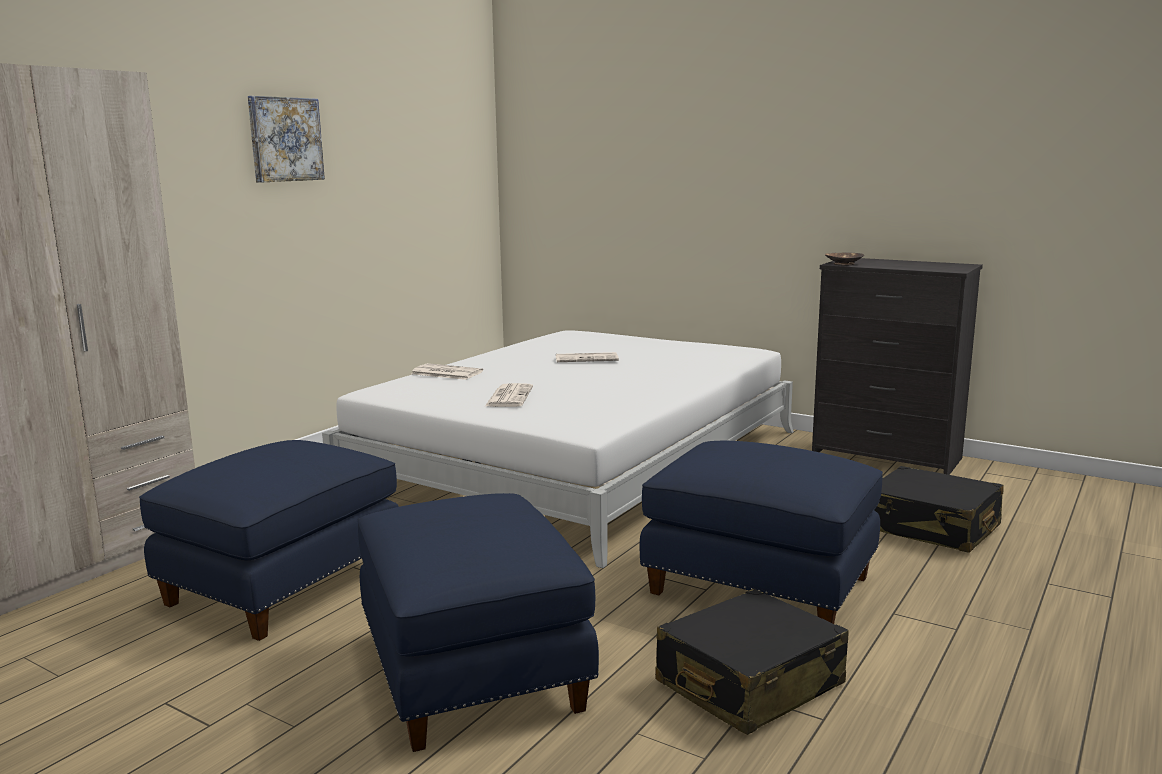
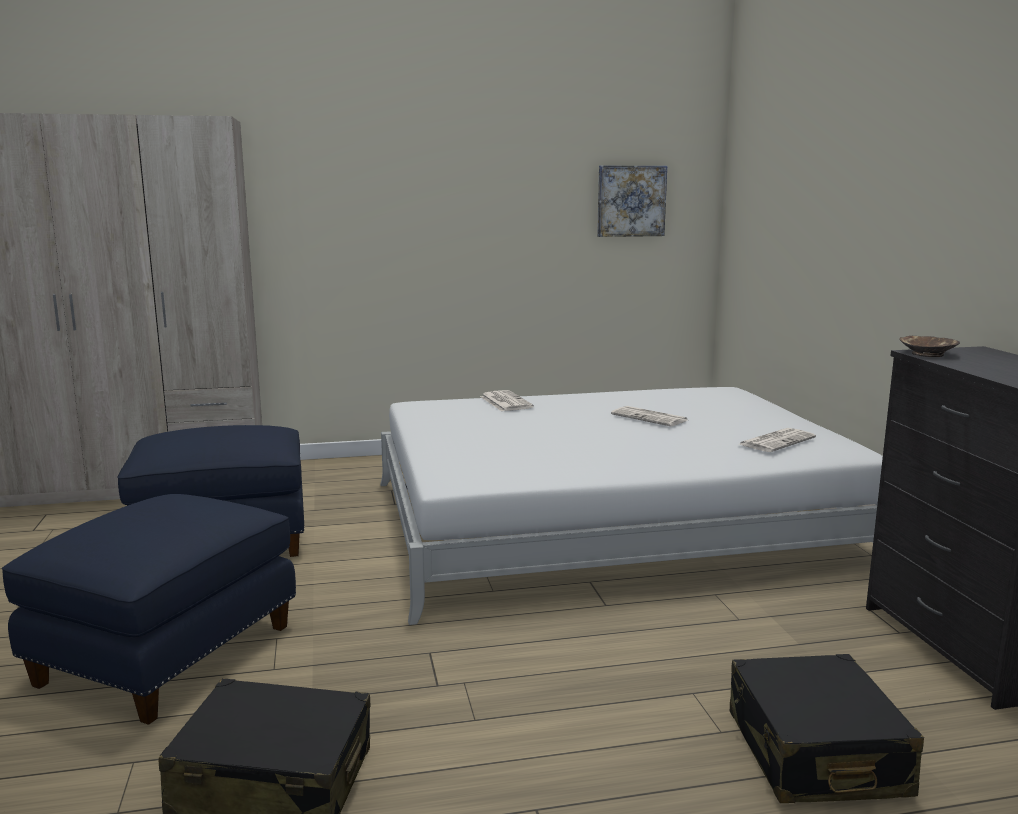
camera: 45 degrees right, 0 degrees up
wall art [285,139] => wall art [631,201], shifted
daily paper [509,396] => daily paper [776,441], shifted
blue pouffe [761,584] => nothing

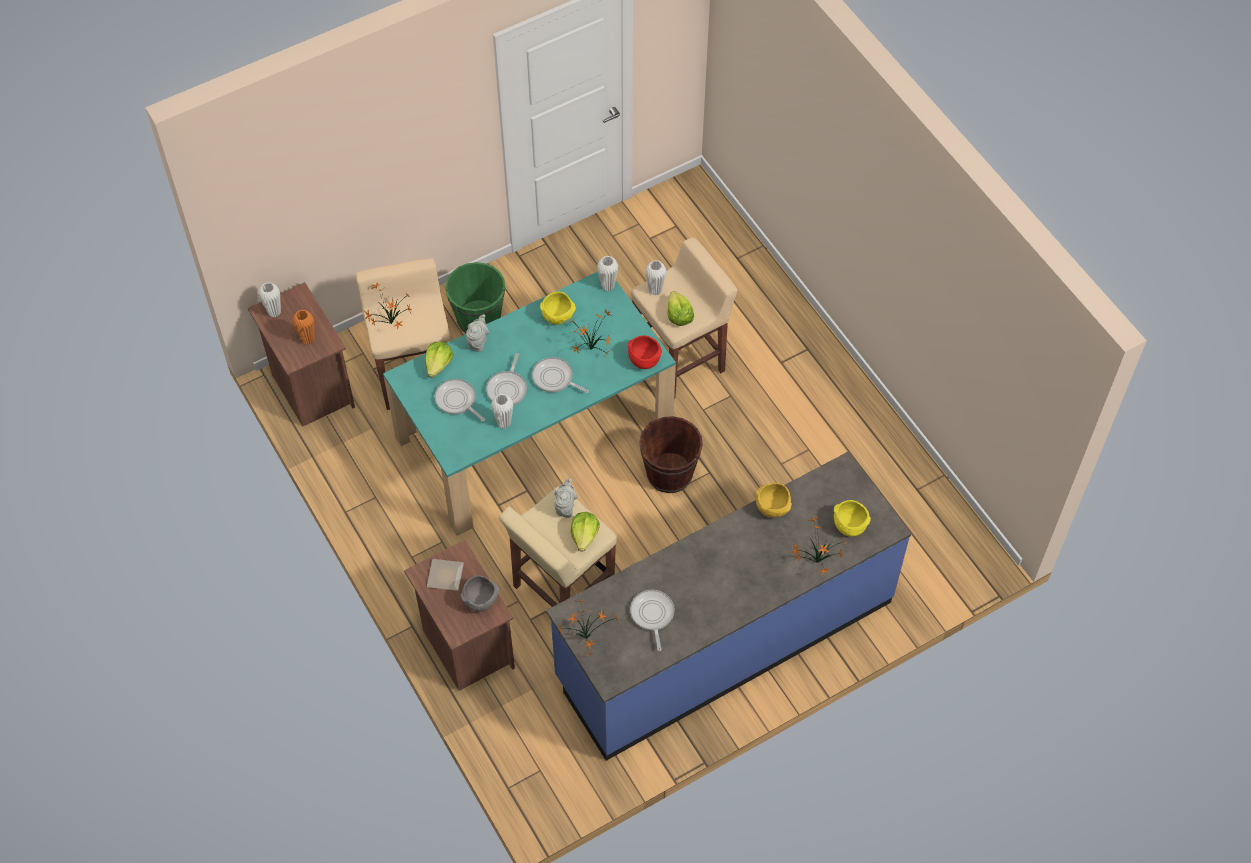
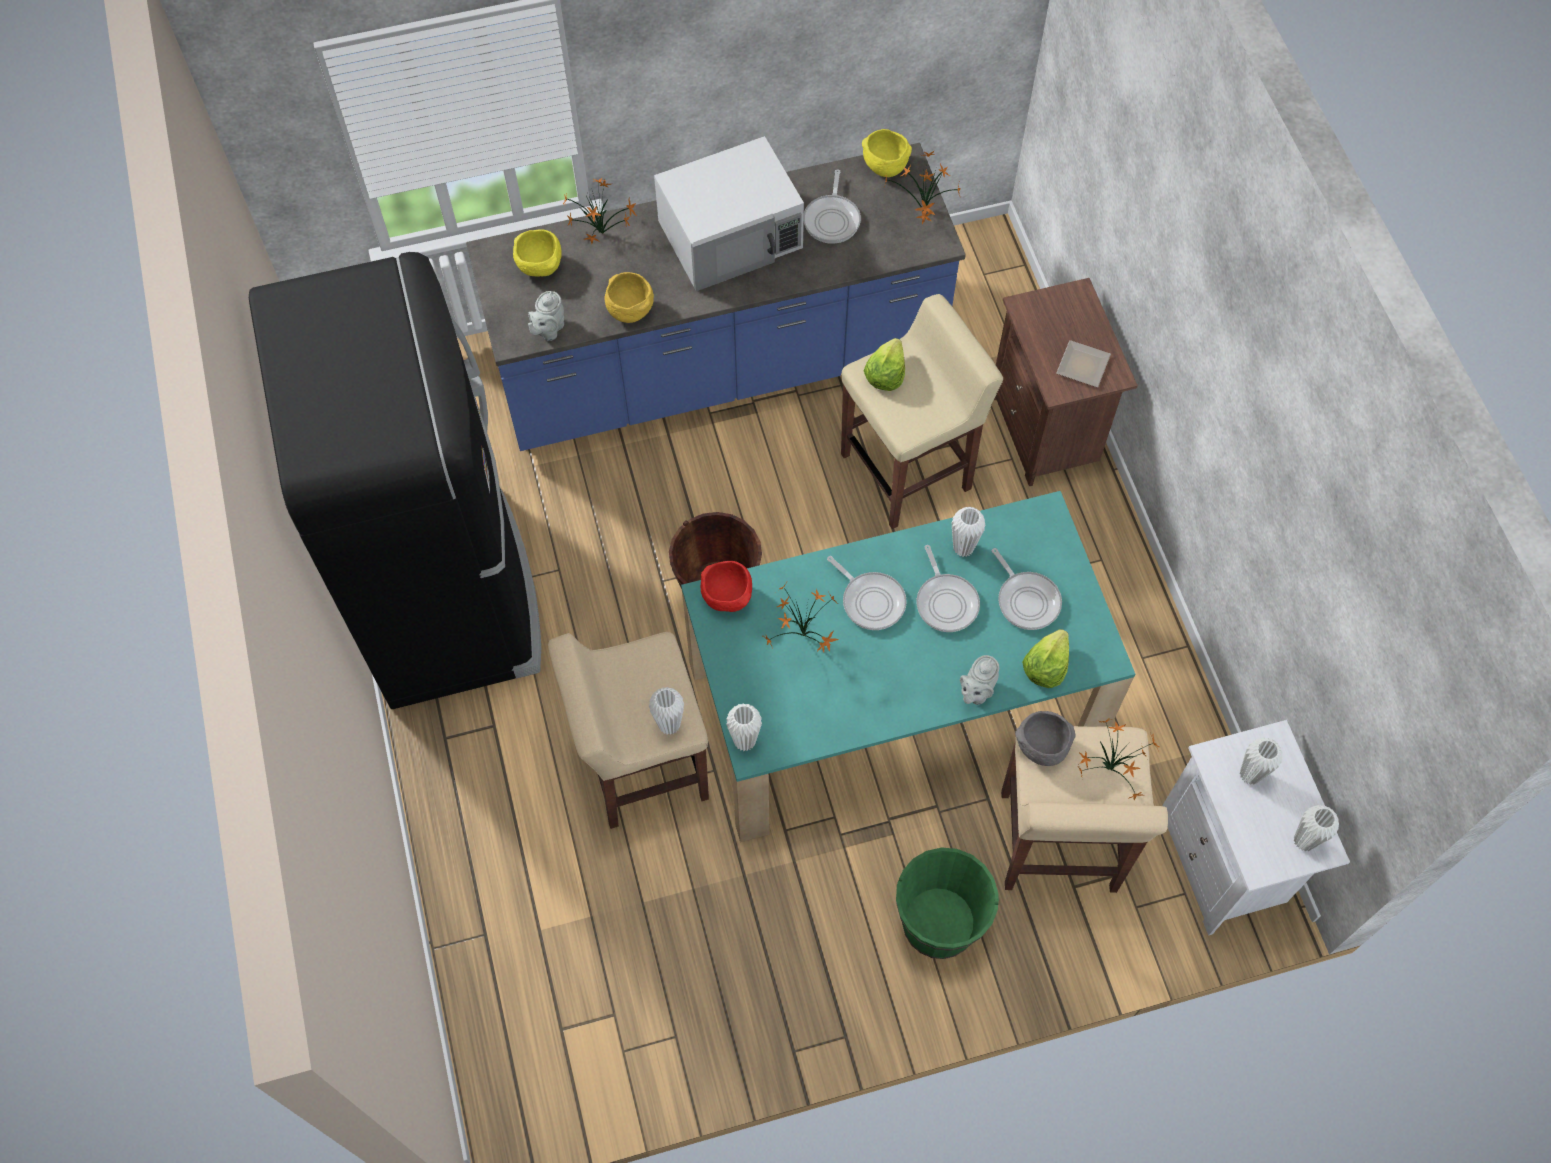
camera: 165 degrees left, 5 degrees up
brownish nightstand [311,389] => white-coloured nightstand [1225,861]
orange-coloured decorative vase [307,339] => white-coloured decorative vase [1250,774]
greyish serving bowl [481,600] => greyish serving bowl [1040,748], shifted
pan [507,388] => pan [946,601], 135 degrees clockwise
yellow-coloured serving bowl [558,316] => yellow-coloured serving bowl [884,167], shifted
greyish pot for tea [565,507] => greyish pot for tea [548,330], shifted
lettuce head [678,316] => nothing
nothing => black-coloured fridge [449,591]
nothing => white-coloured kitchen microwave [732,235]

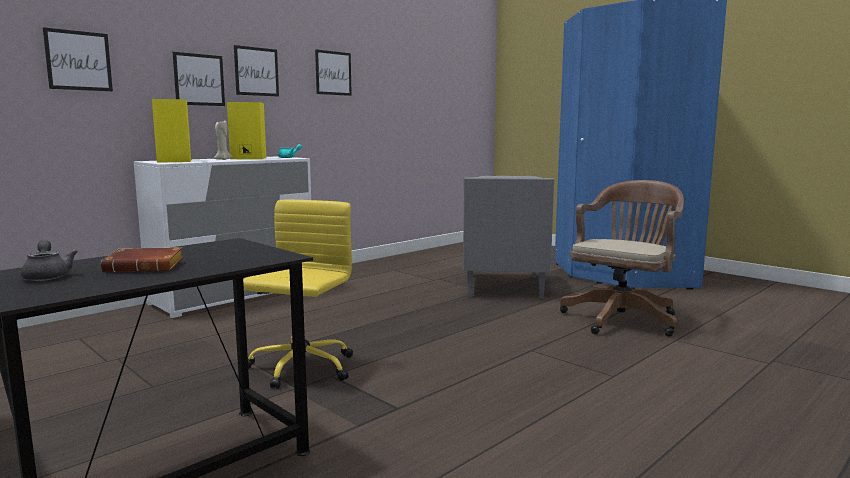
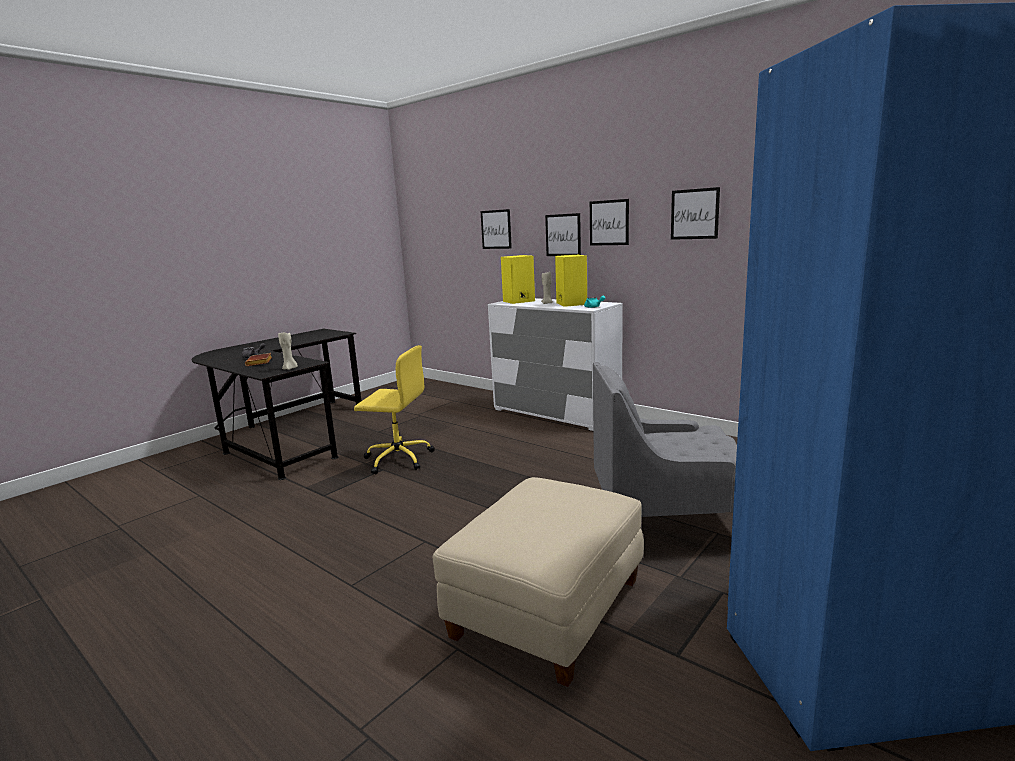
camera: 85 degrees right, 5 degrees up
brownish desk chair [622,318] => sand-coloured pouffe [548,610]
nothing => sand-coloured wax candle [290,368]

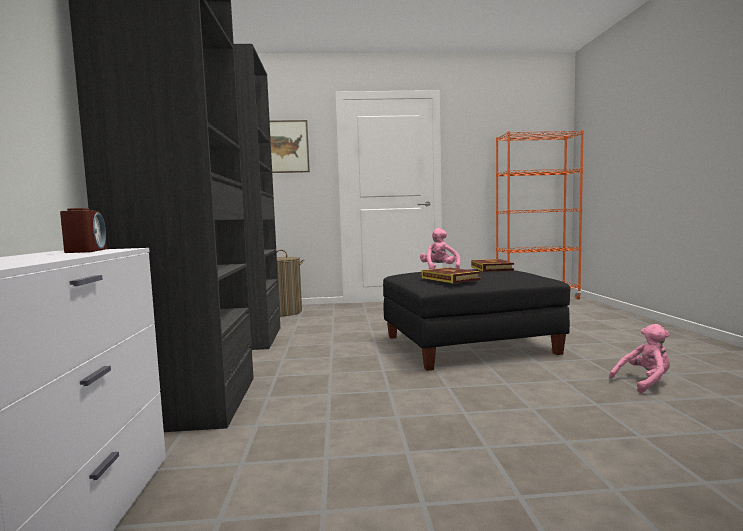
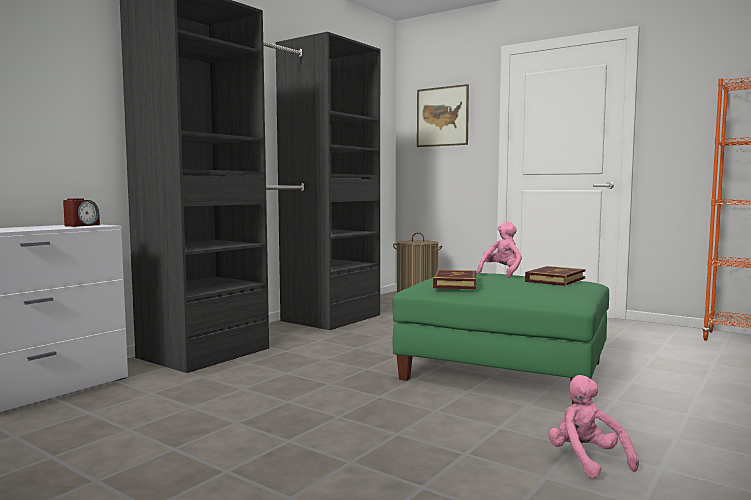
camera: 40 degrees right, 0 degrees up
black-coloured pouffe [468,345] => green pouffe [504,370]
pink plush toy [644,382] => pink plush toy [586,460], 135 degrees counterclockwise

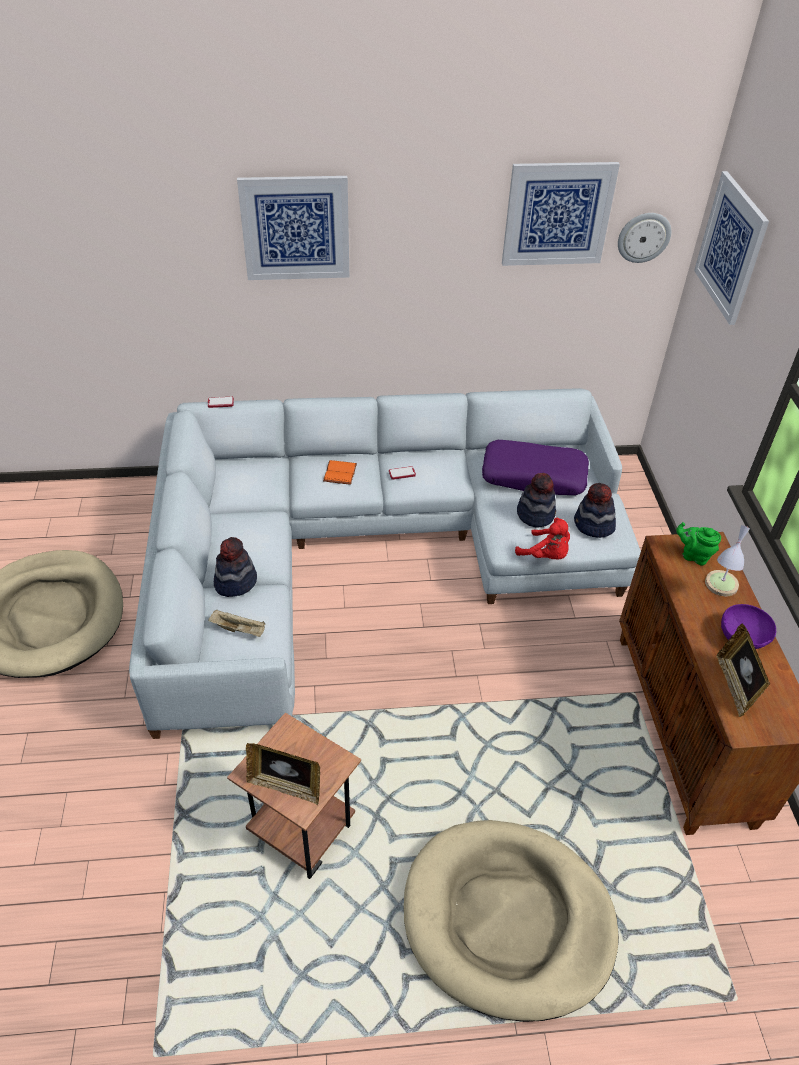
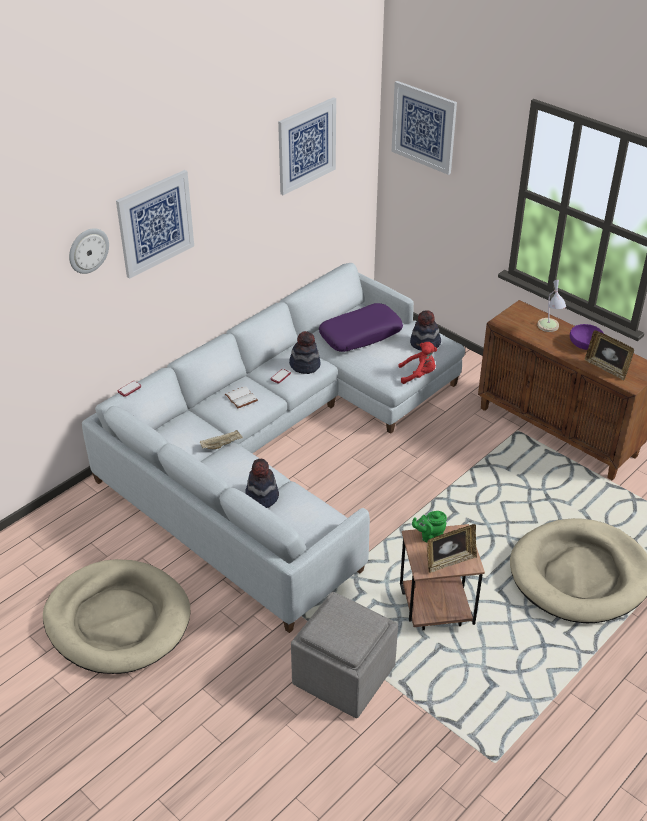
camera: 40 degrees left, 5 degrees down
sand-coloured carrying tray [239,629] => sand-coloured carrying tray [222,445], shifted
orange-coloured book [339,472] => white-coloured book [240,398]
hat [535,514] => hat [305,365], shifted
clock on the wall [643,237] => clock on the wall [88,250], shifted
green pot for tea [693,555] => green pot for tea [429,536], shifted
nothing => greyish pouffe [343,675]

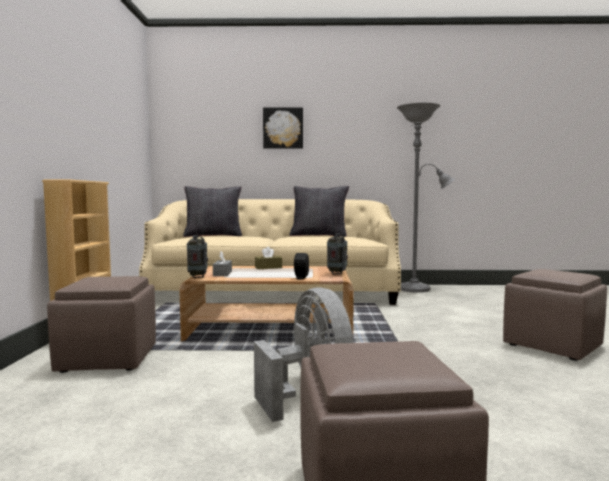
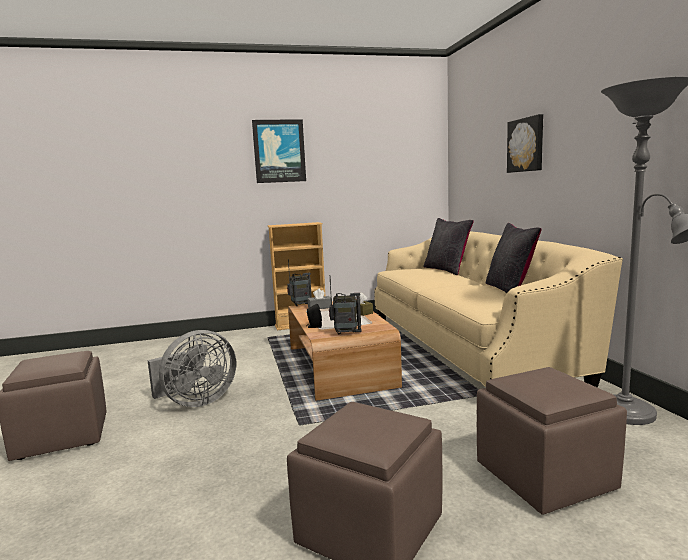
camera: 75 degrees right, 5 degrees up
brownish pouffe [109,358] => brownish pouffe [546,477], shifted
nothing => wall art [279,151]

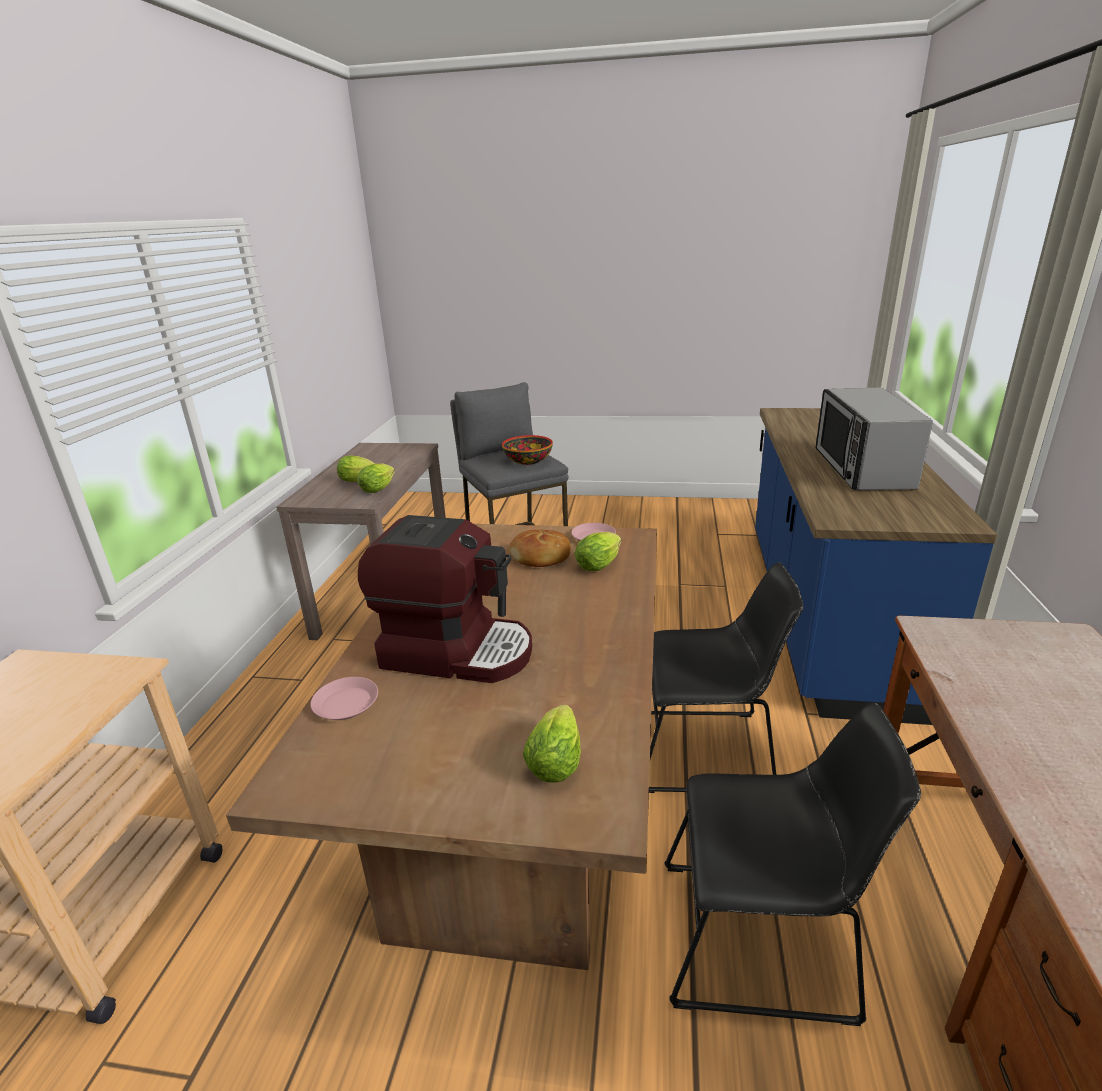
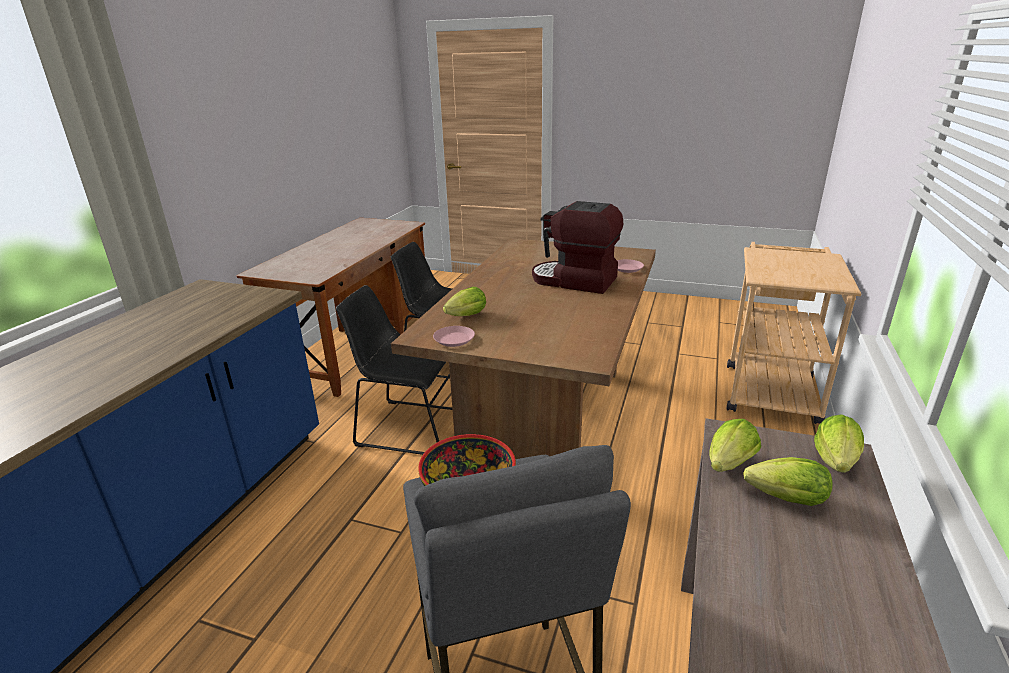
camera: 170 degrees left, 0 degrees up
baked bread [541,557] => nothing
lettuce head [556,759] => lettuce head [835,464], shifted
kitchen microwave [861,469] => nothing

